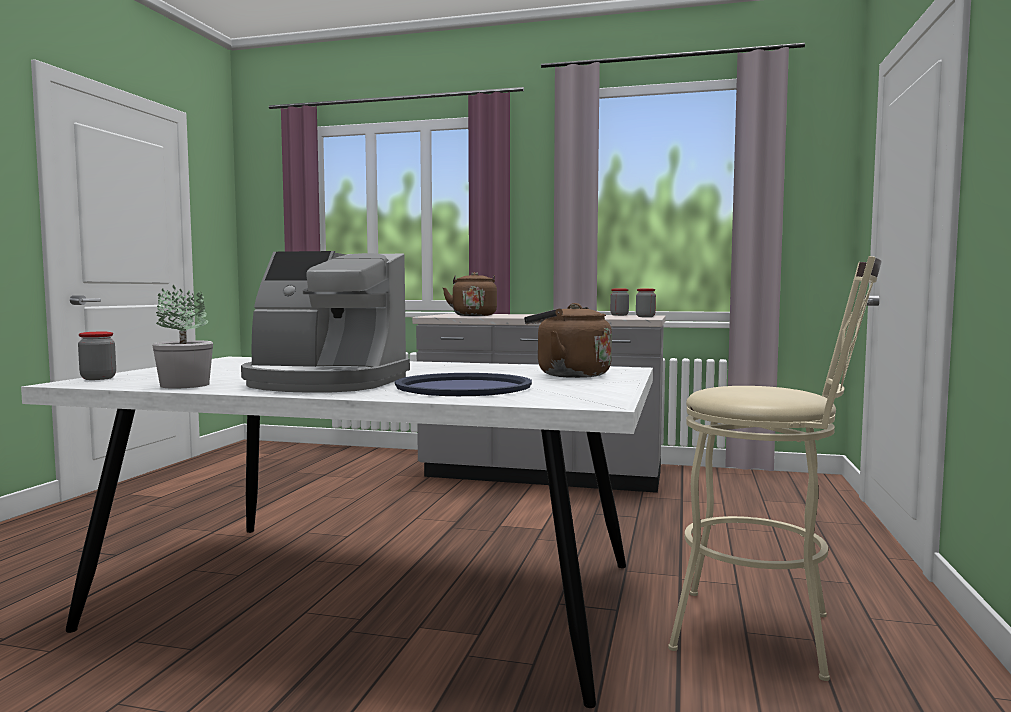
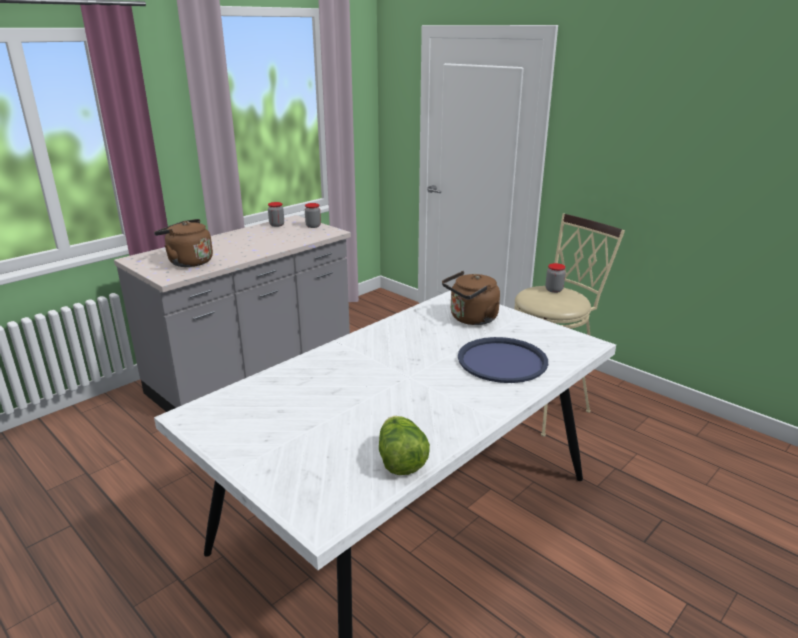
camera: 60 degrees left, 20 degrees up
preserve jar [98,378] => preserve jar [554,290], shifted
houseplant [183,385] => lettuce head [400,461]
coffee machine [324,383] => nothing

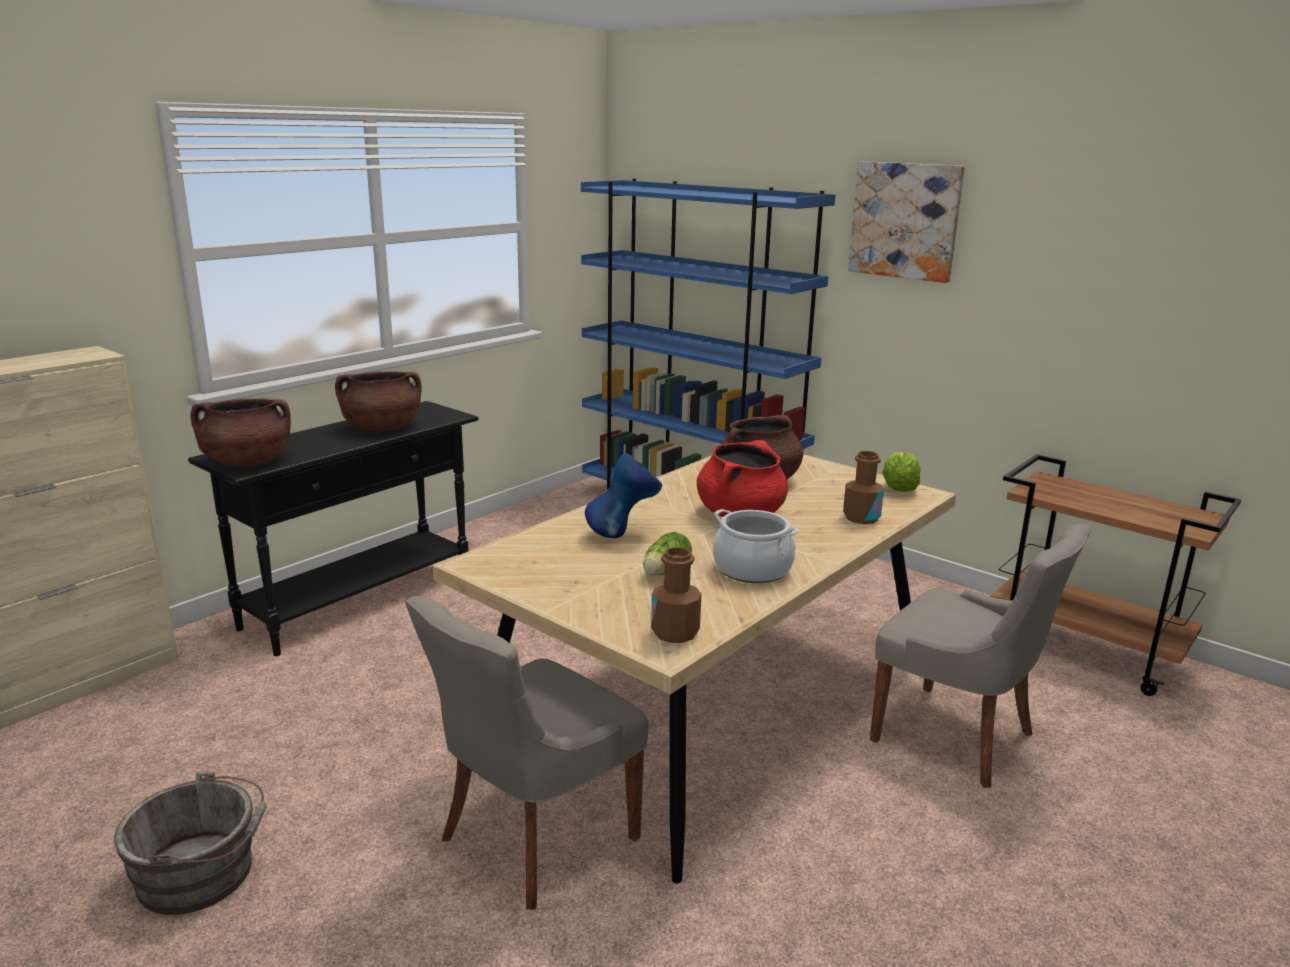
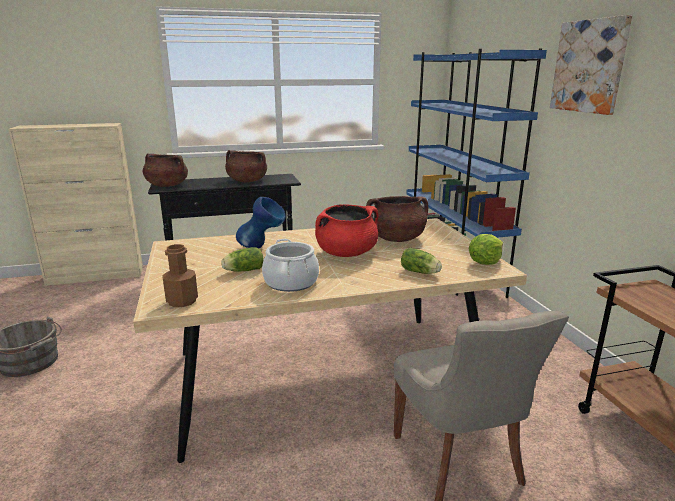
camera: 35 degrees right, 0 degrees up
greyish plain chair [534,839] => nothing
brownish bottle [861,517] => lettuce head [421,272]

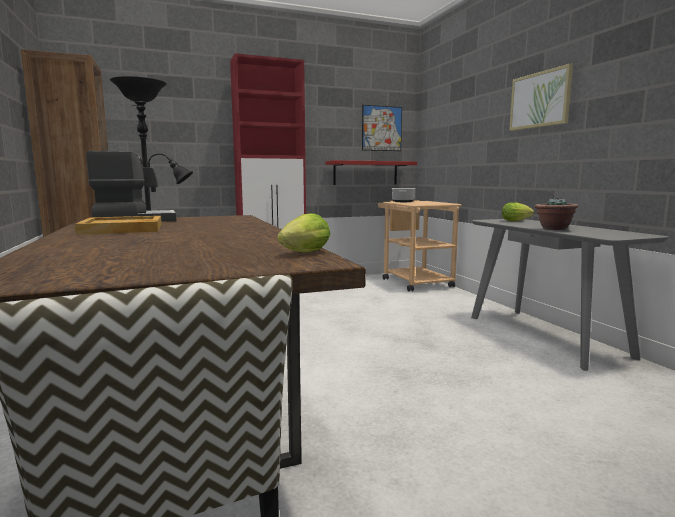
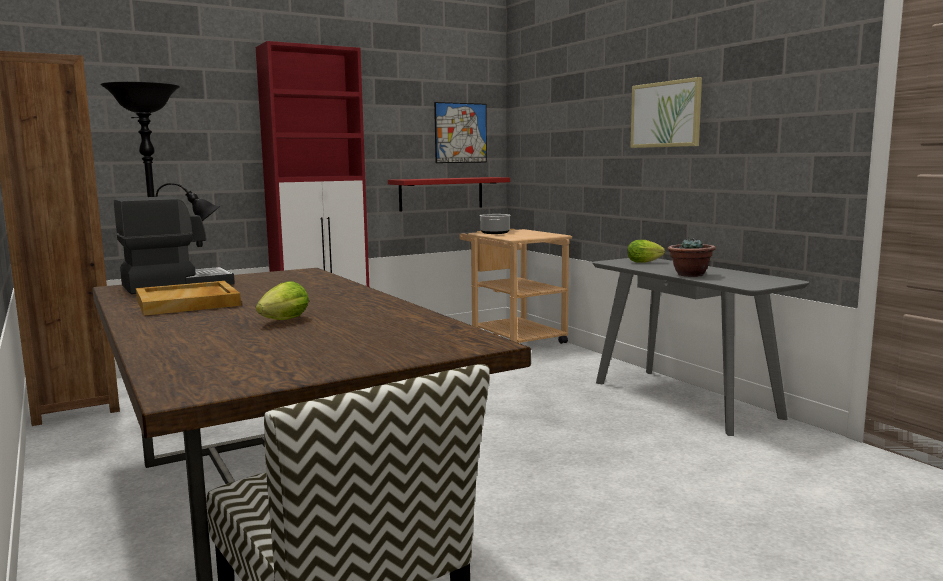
camera: 10 degrees left, 0 degrees up
lettuce head [302,253] => lettuce head [282,321], shifted

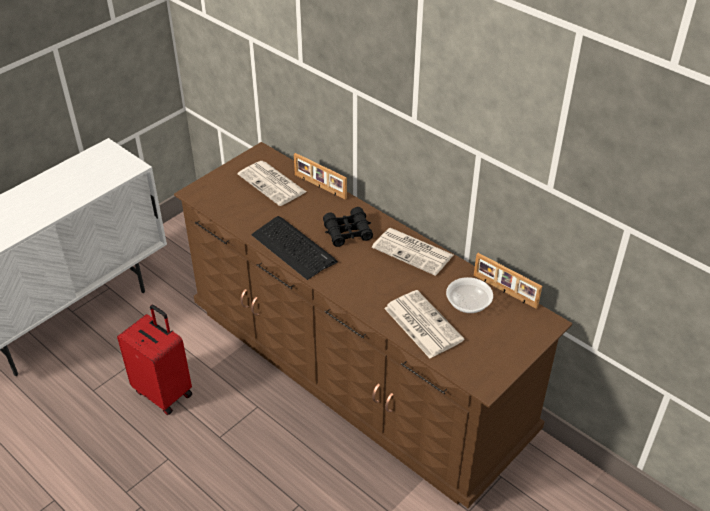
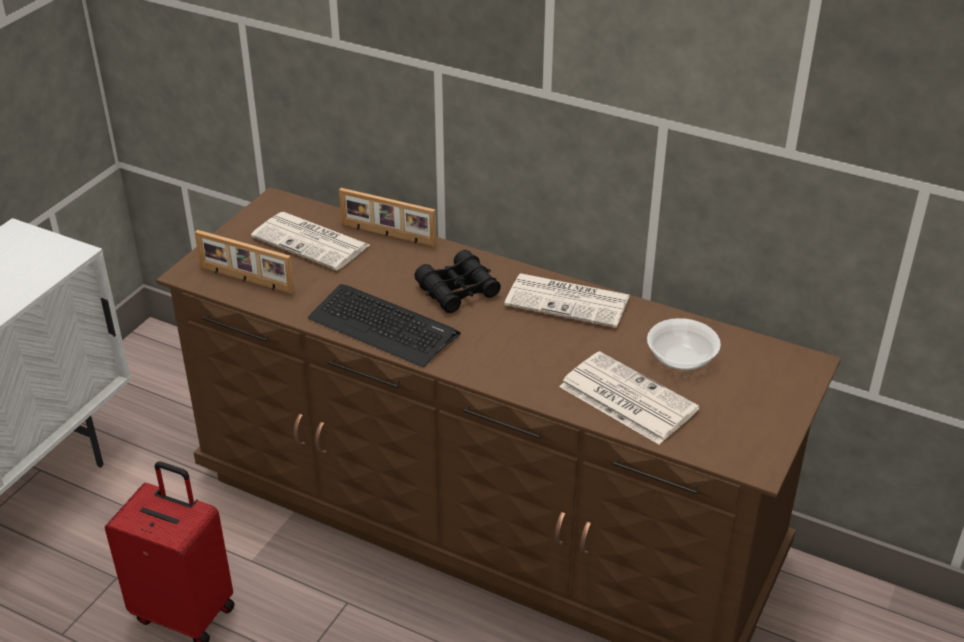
camera: 15 degrees left, 5 degrees down
picture frame [504,291] => picture frame [246,280], shifted

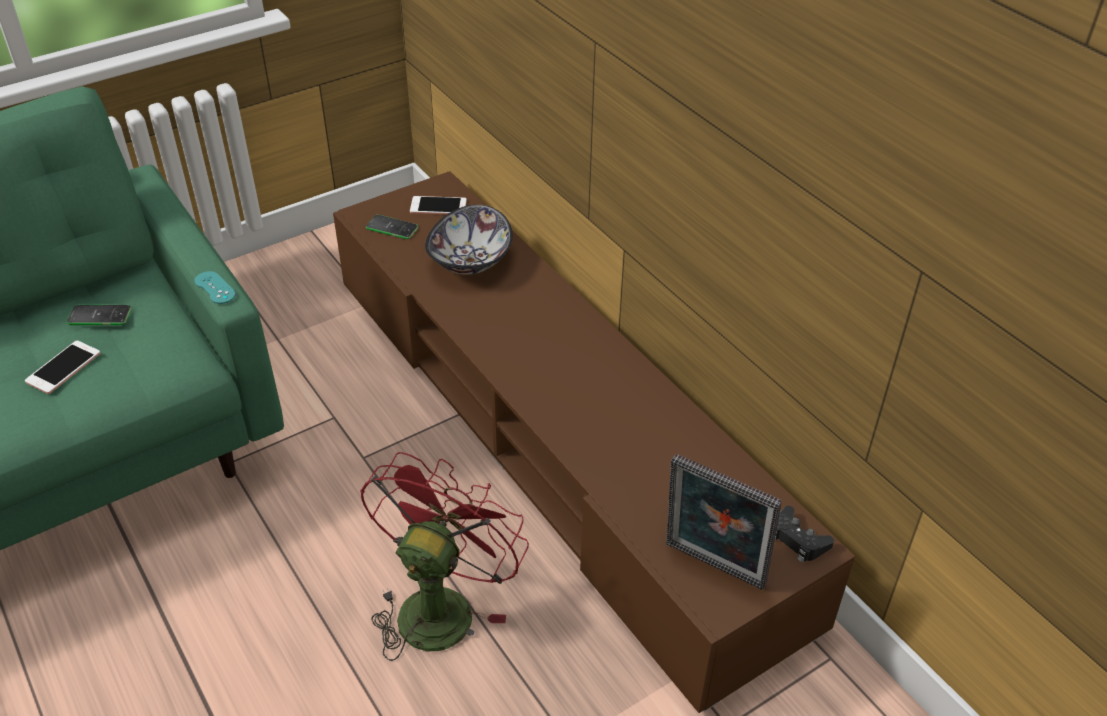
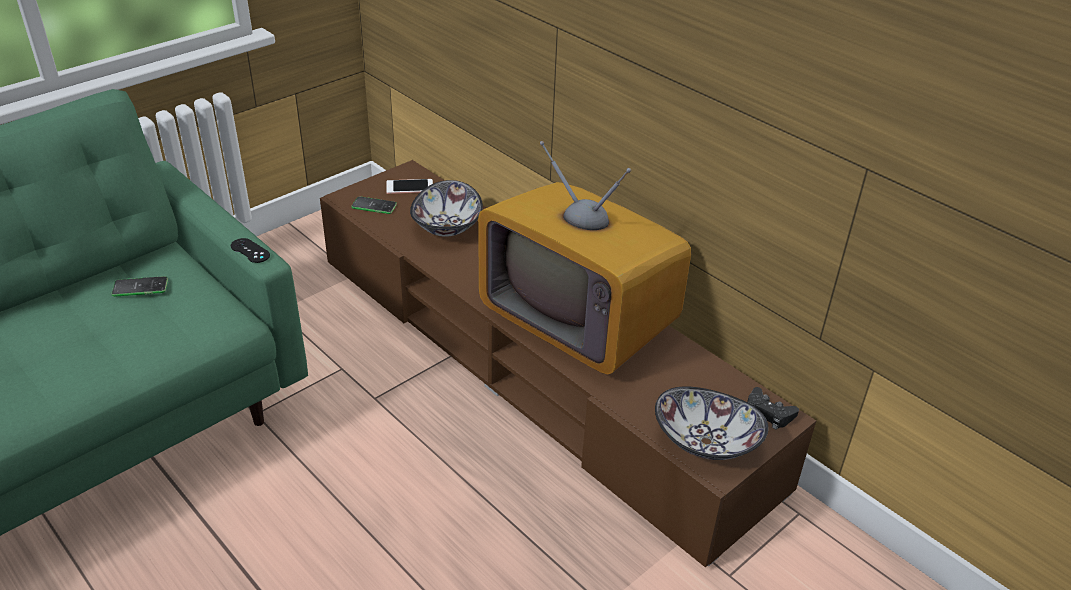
camera: 10 degrees left, 5 degrees down
handset [63,368] => nothing
blue-green joypad [215,288] => black-coloured joypad [250,251]
red-coloured fan [440,604] => nothing
picture frame [712,568] => serving bowl [706,441]
nothing => TV set [579,320]

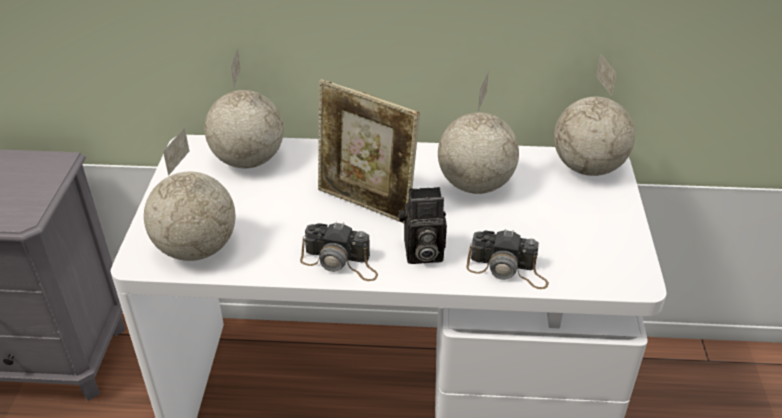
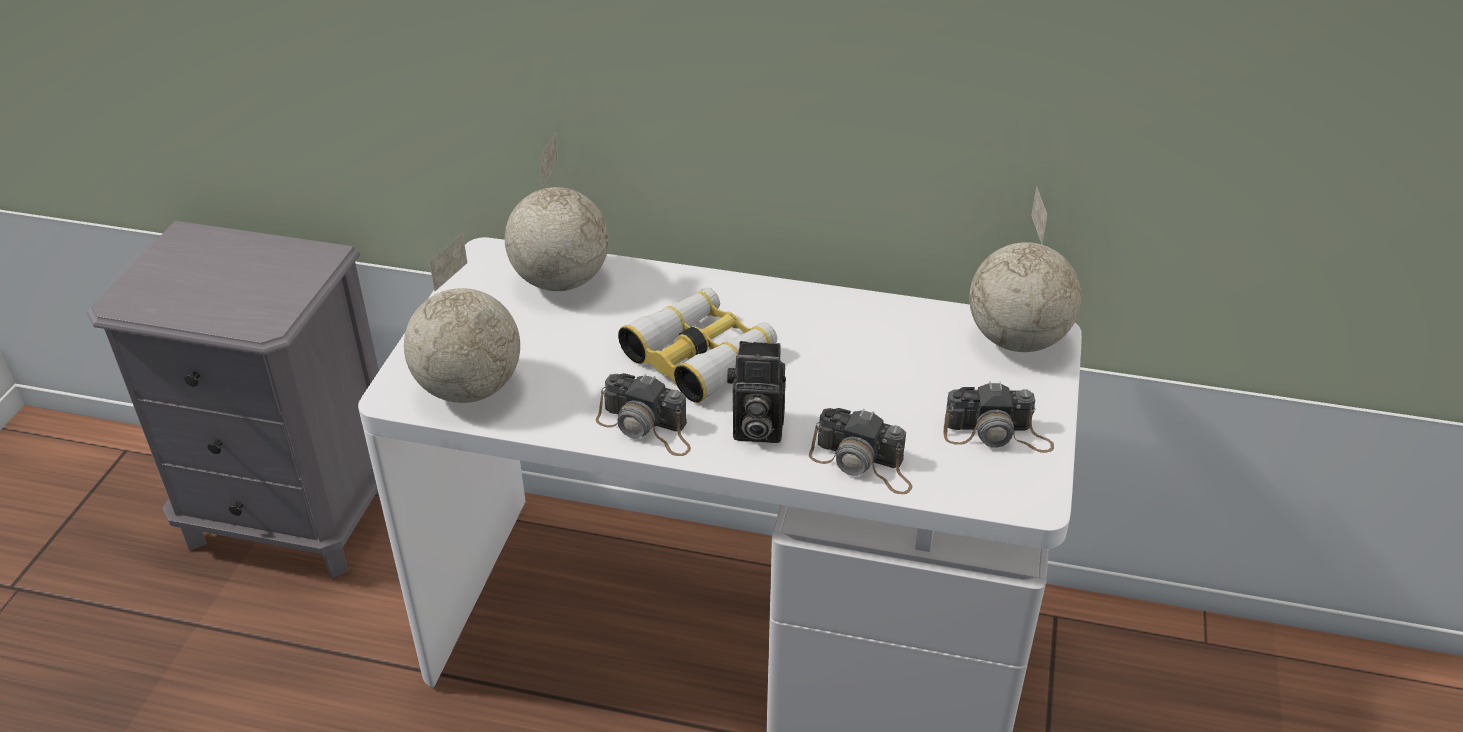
camera: 10 degrees right, 0 degrees up
picture frame [366,204] => binoculars [700,355]
world globe [474,185] => nothing
nothing => photo camera [997,434]

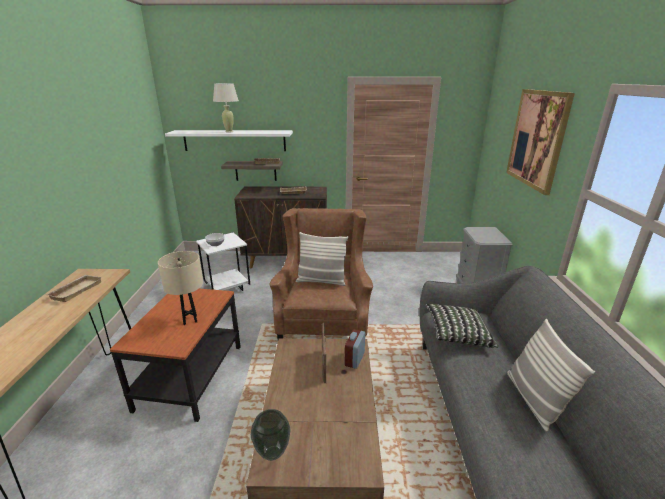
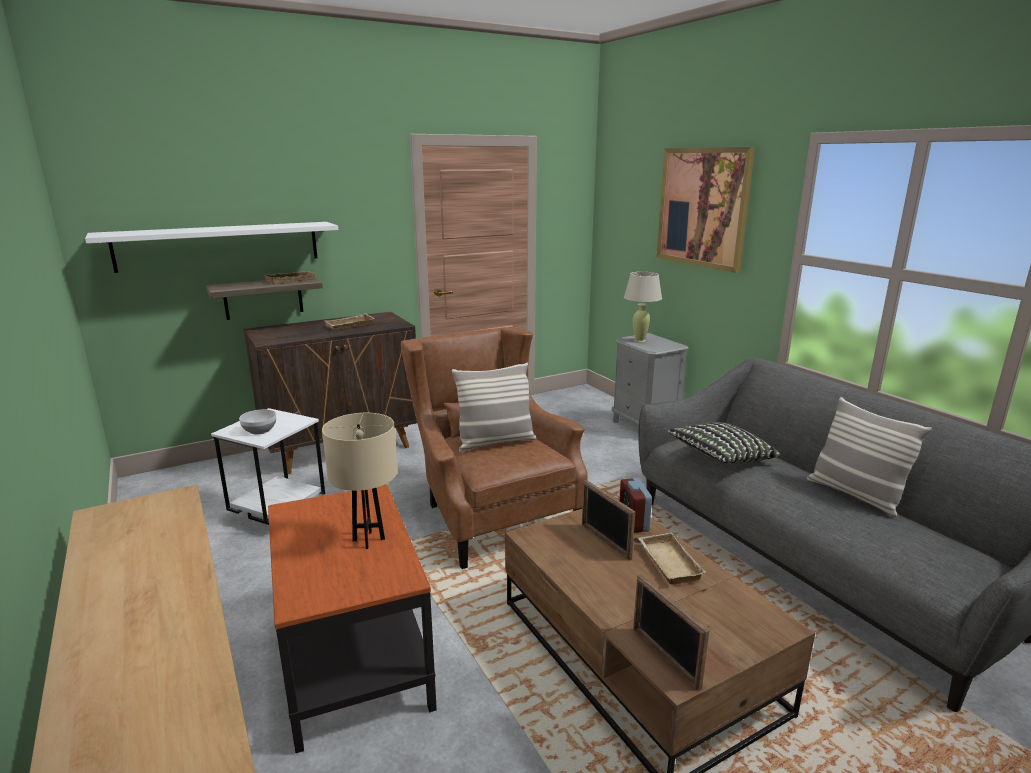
camera: 30 degrees left, 5 degrees down
sand-coloured carrying tray [76,290] => sand-coloured carrying tray [667,562], shifted
sand-coloured table lamp [229,131] => sand-coloured table lamp [639,340], shifted
decorative vase [273,453] => picture frame [664,657]

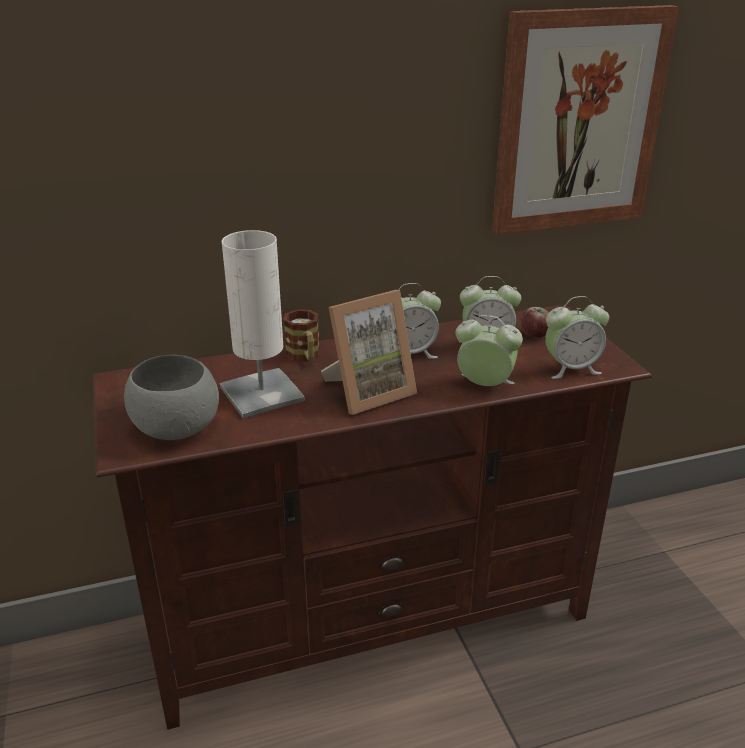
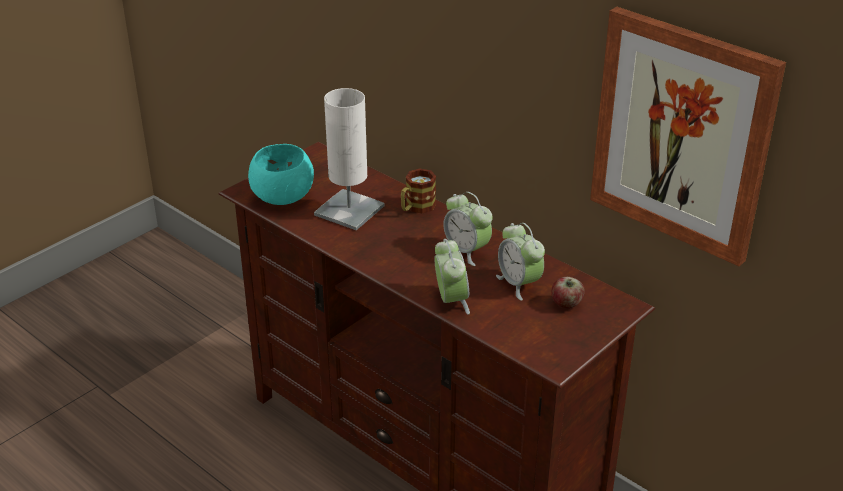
camera: 60 degrees right, 5 degrees up
greyish serving bowl [176,428] => blue-green serving bowl [282,197]
picture frame [368,391] => nothing
alarm clock [571,369] => nothing

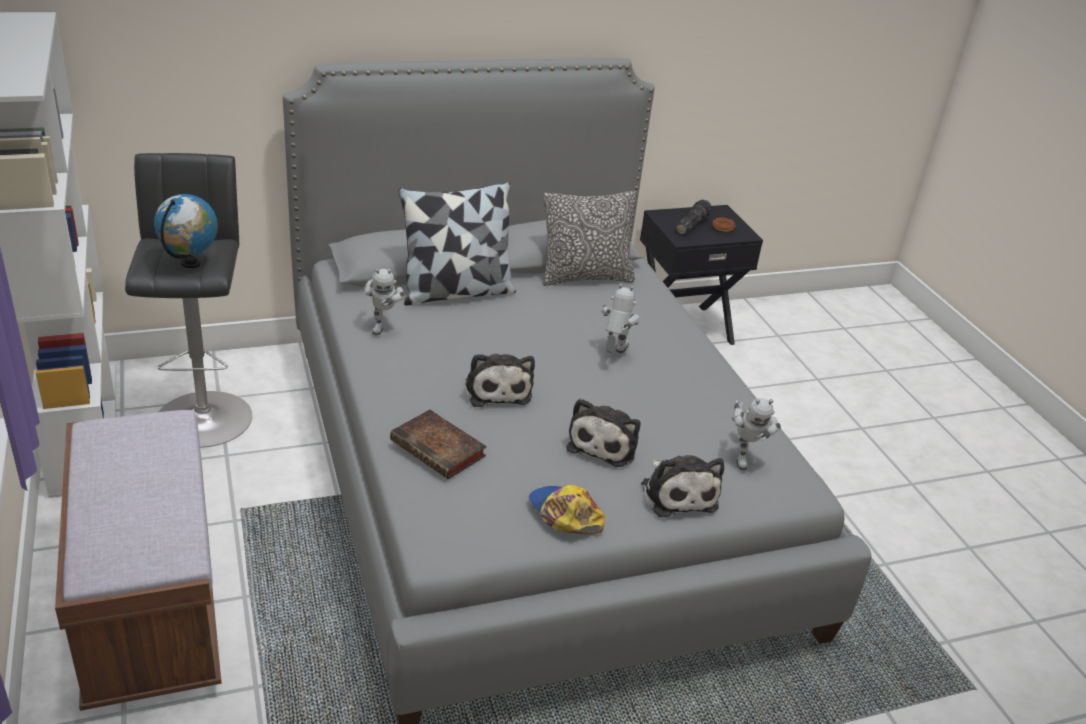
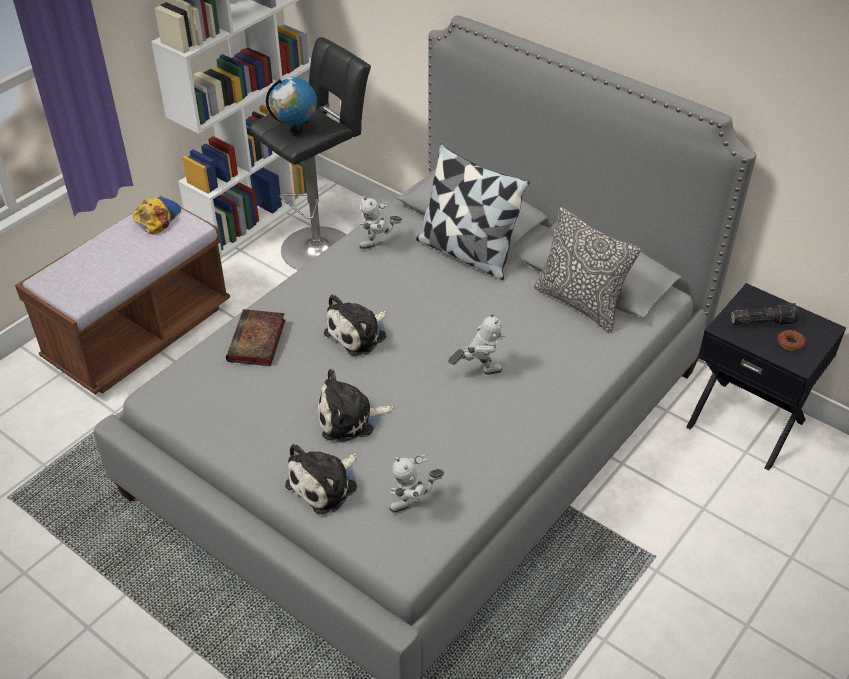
camera: 60 degrees right, 10 degrees up
cap [564,514] => cap [157,217], shifted

